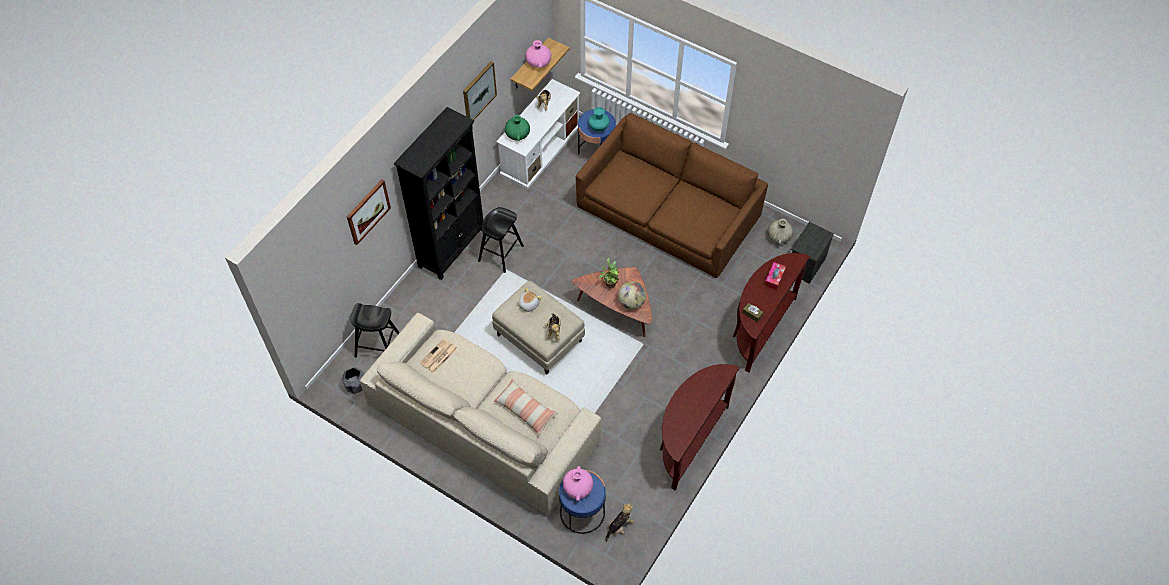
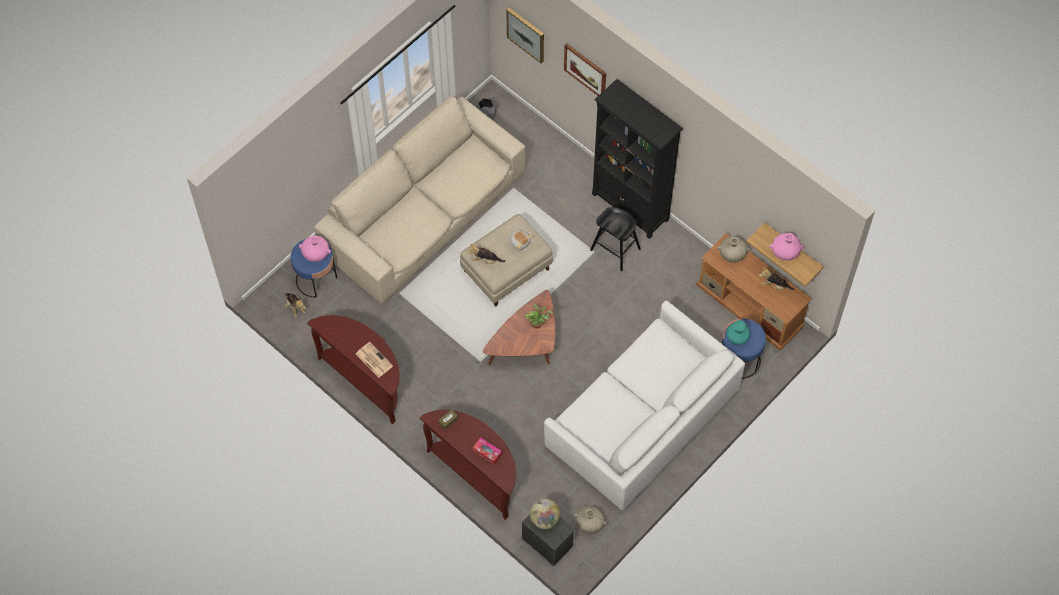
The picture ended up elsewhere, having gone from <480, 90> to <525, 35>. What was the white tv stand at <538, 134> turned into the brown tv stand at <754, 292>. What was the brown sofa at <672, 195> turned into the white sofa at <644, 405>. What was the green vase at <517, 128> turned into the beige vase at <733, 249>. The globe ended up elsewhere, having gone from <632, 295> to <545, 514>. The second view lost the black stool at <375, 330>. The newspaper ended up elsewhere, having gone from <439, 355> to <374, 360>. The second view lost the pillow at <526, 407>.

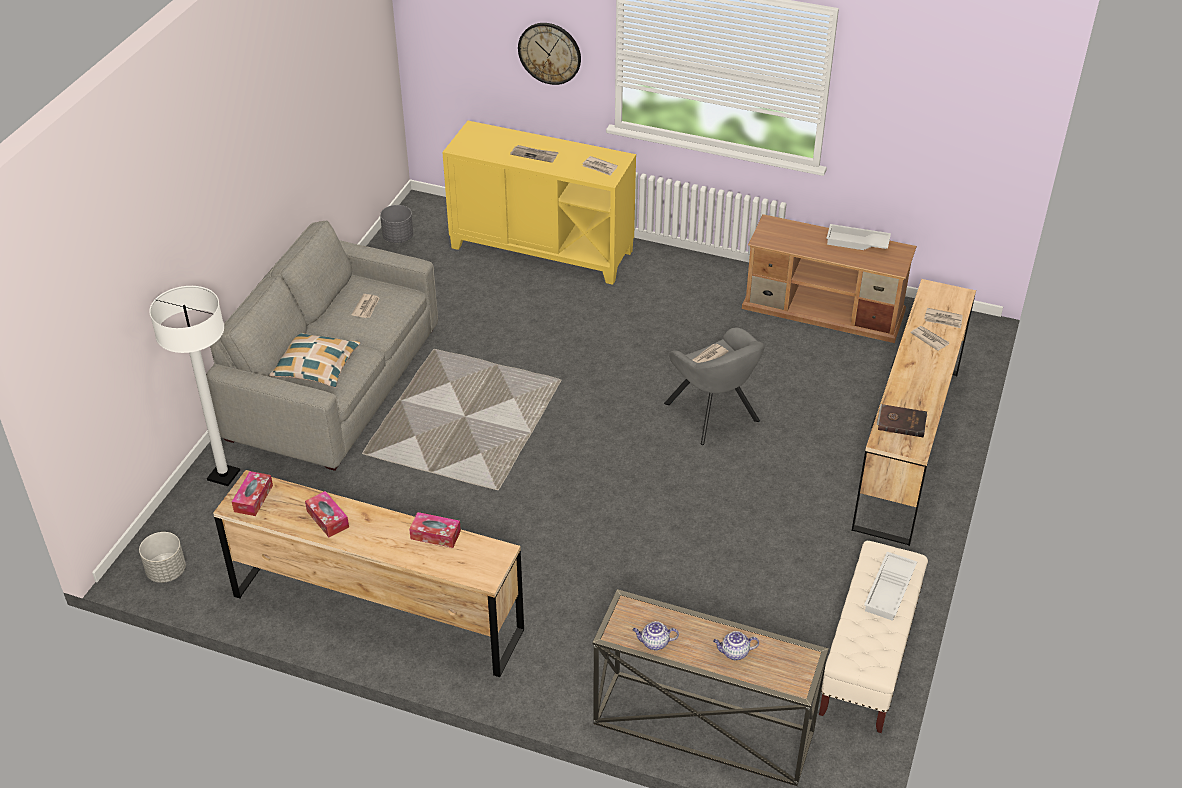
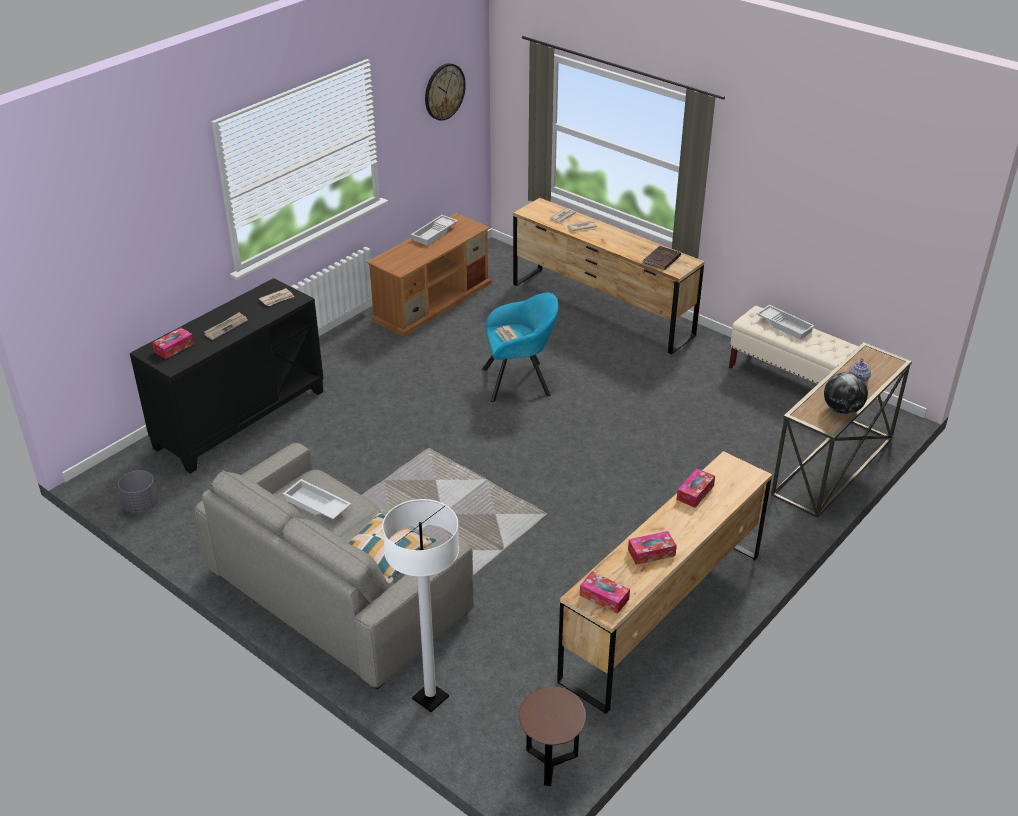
The wall clock ended up elsewhere, having gone from <549, 54> to <445, 92>. What was the yellow cabinet at <539, 203> turned into the black cabinet at <227, 376>. Where the newspaper stood at <365, 306>, the white tray came to stand at <317, 499>. What was the grey armchair at <714, 386> turned into the turquoise armchair at <520, 347>. Where the grey planter stood at <162, 557>, the brown side table came to stand at <552, 736>. Where the teapot stood at <655, 635>, the globe came to stand at <846, 393>. The second view gained the tissue box at <173, 343>.

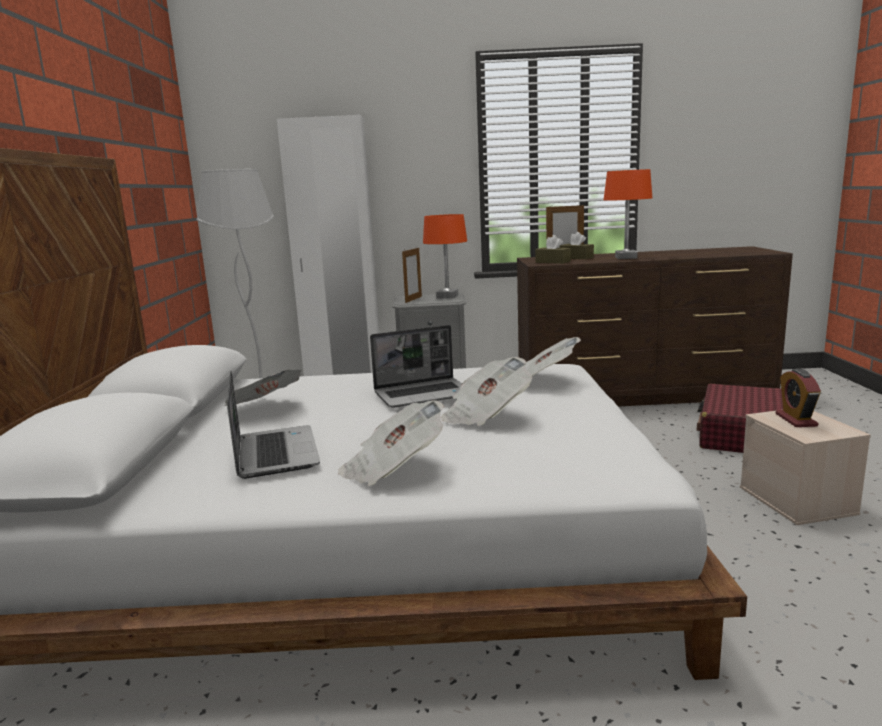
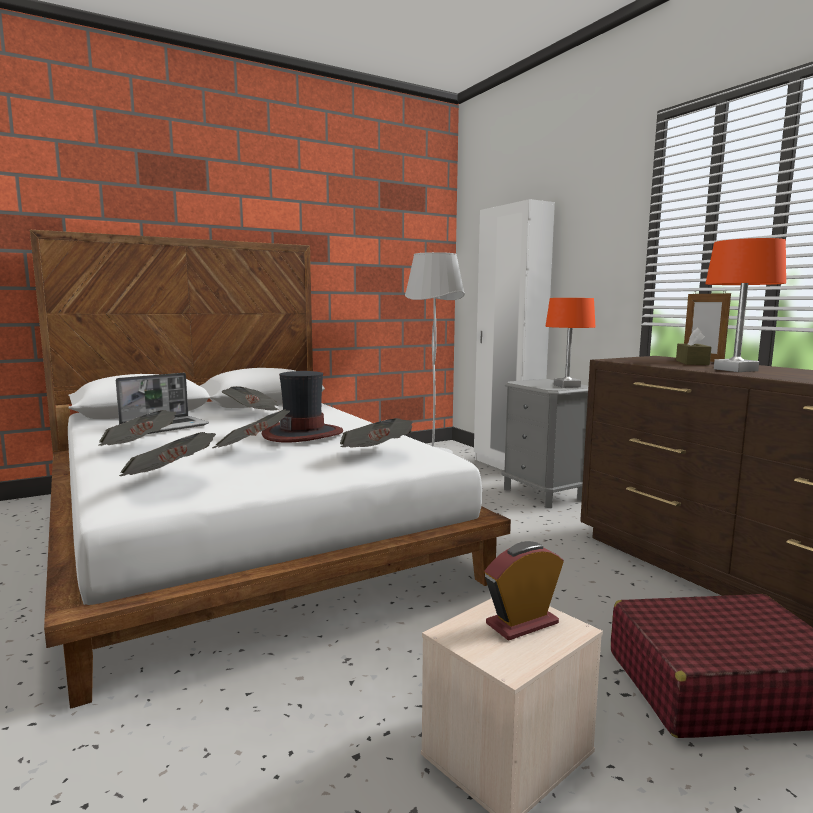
The second view lost the brown tissue box at <553, 249>. The second view lost the picture frame at <412, 275>. Where the laptop stood at <416, 366>, the hat came to stand at <302, 406>. The second view gained the newspaper at <167, 454>.

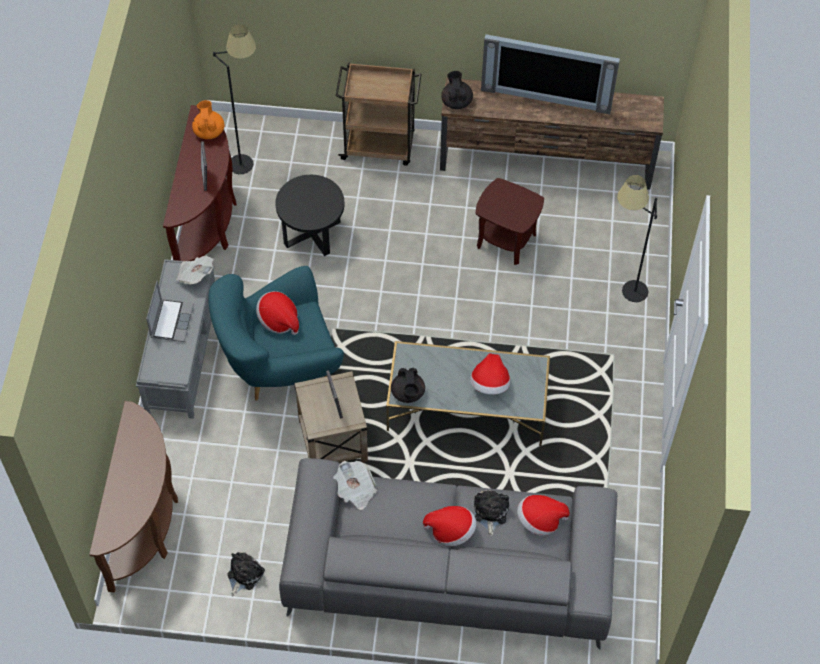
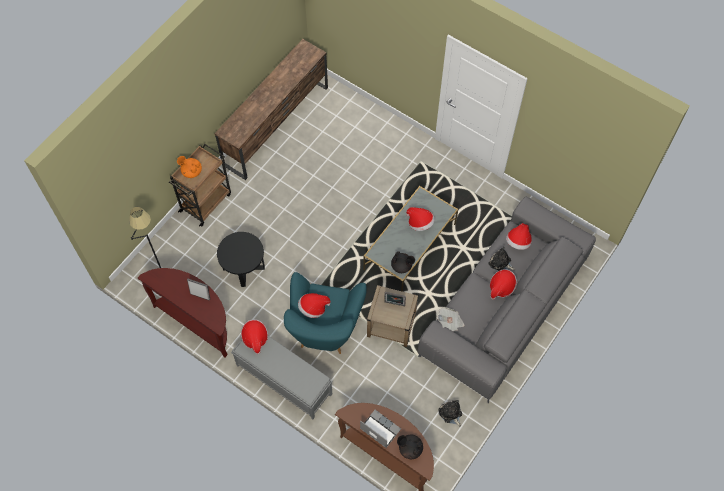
The second view lost the television at <550, 74>. The black teapot ended up elsewhere, having gone from <457, 90> to <410, 447>. The orange teapot ended up elsewhere, having gone from <208, 119> to <189, 167>. The second view lost the black floor lamp at <637, 238>. The second view lost the brown side table at <510, 221>. Where the newspaper stood at <195, 269>, the hat came to stand at <254, 336>. The laptop ended up elsewhere, having gone from <170, 311> to <380, 429>.

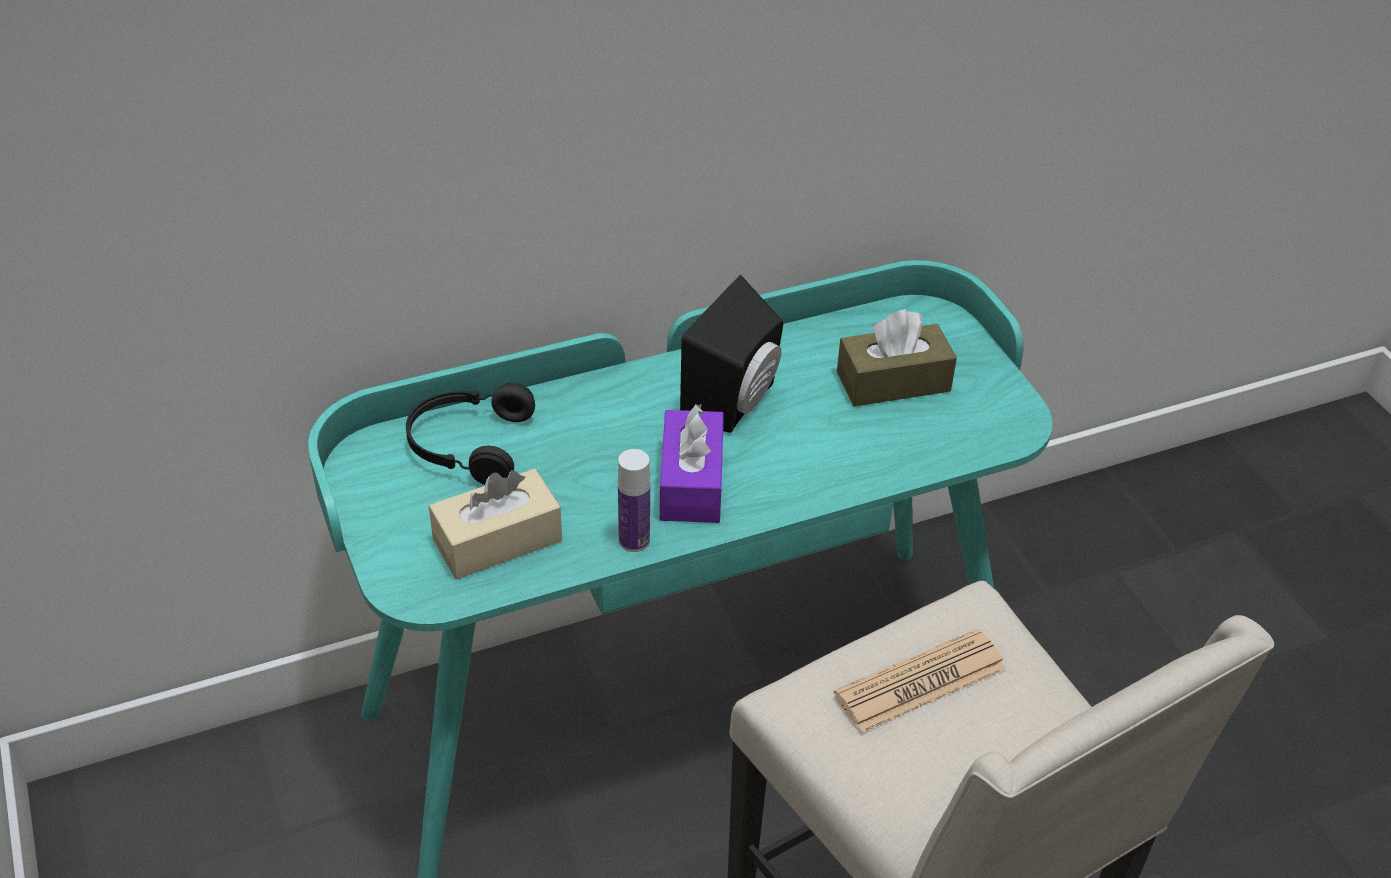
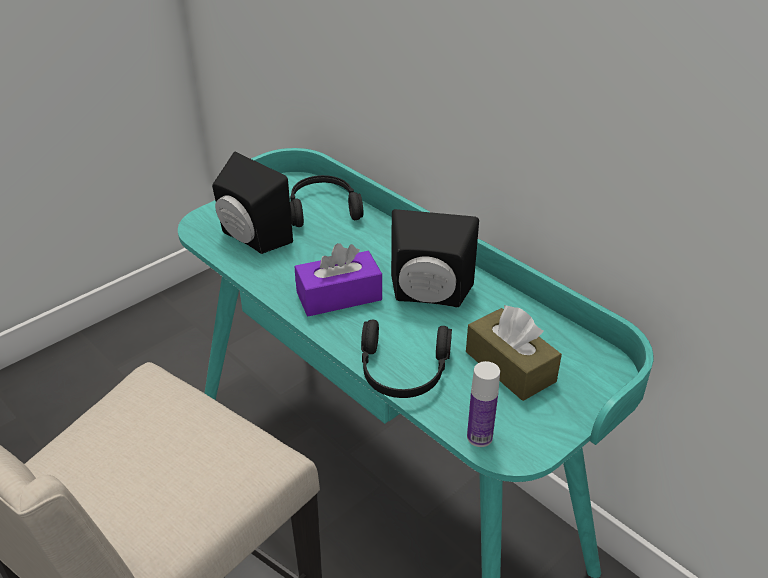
The bottle ended up elsewhere, having gone from <634, 500> to <483, 404>. Where the beige tissue box stood at <495, 524>, the black speaker came to stand at <252, 203>. The second view lost the newspaper at <920, 681>. The second view gained the black headphones at <406, 358>.

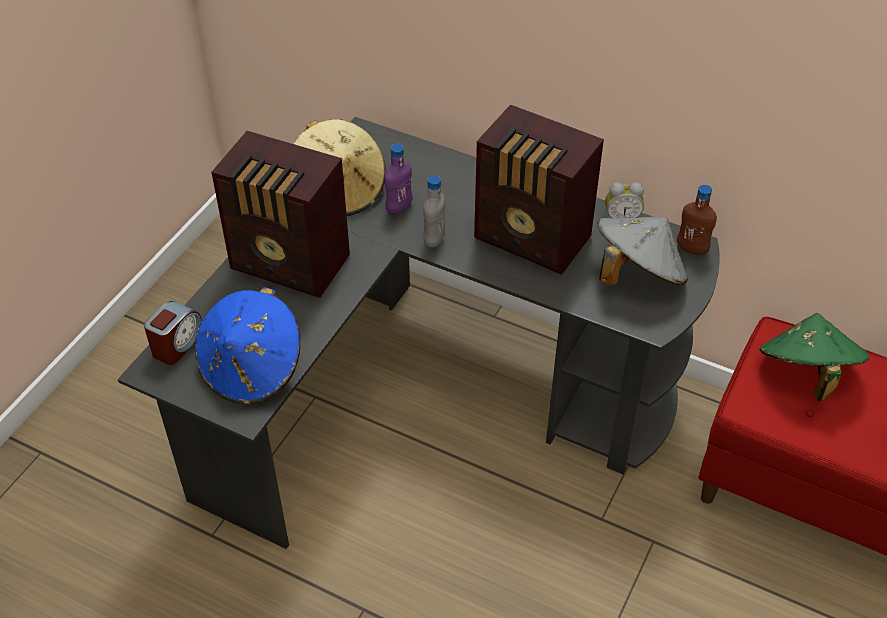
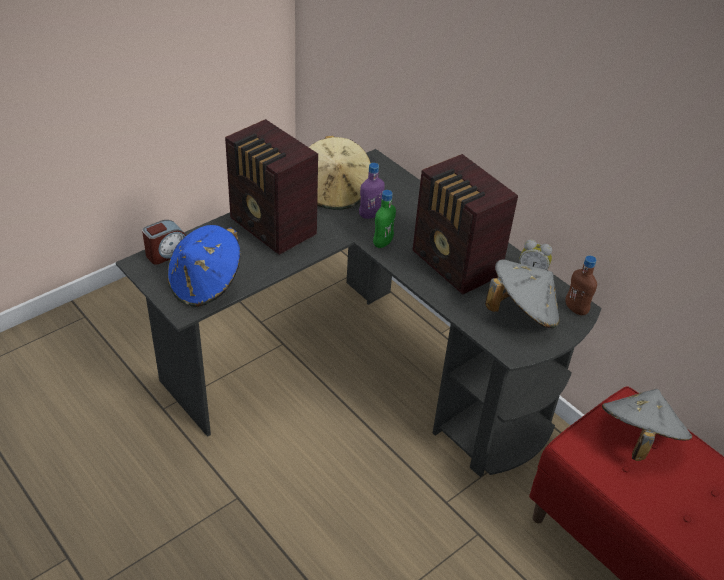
What was the grey bottle at <434, 211> turned into the green bottle at <384, 219>. What was the green hat at <814, 357> turned into the grey hat at <647, 425>.

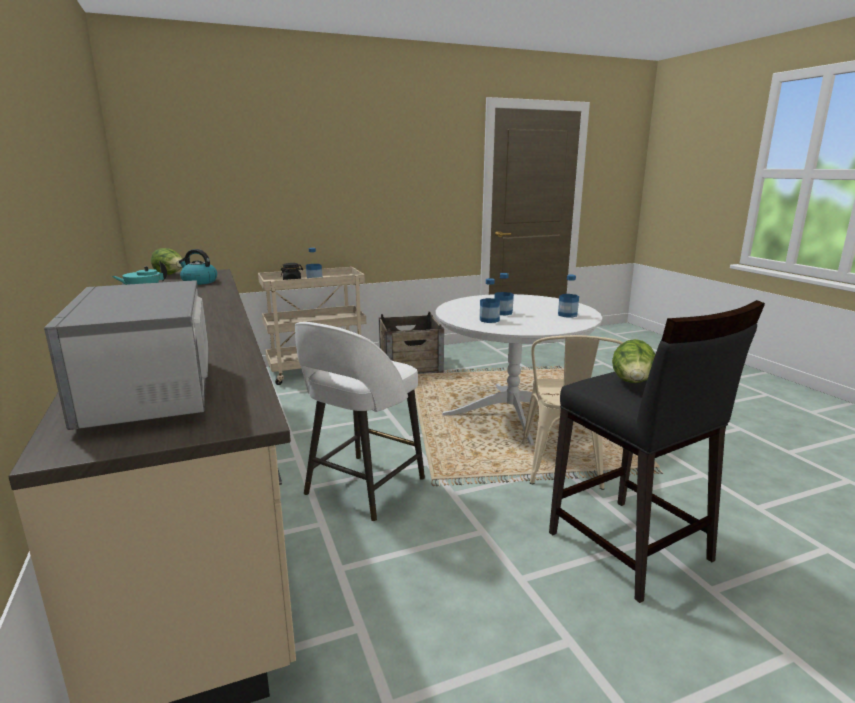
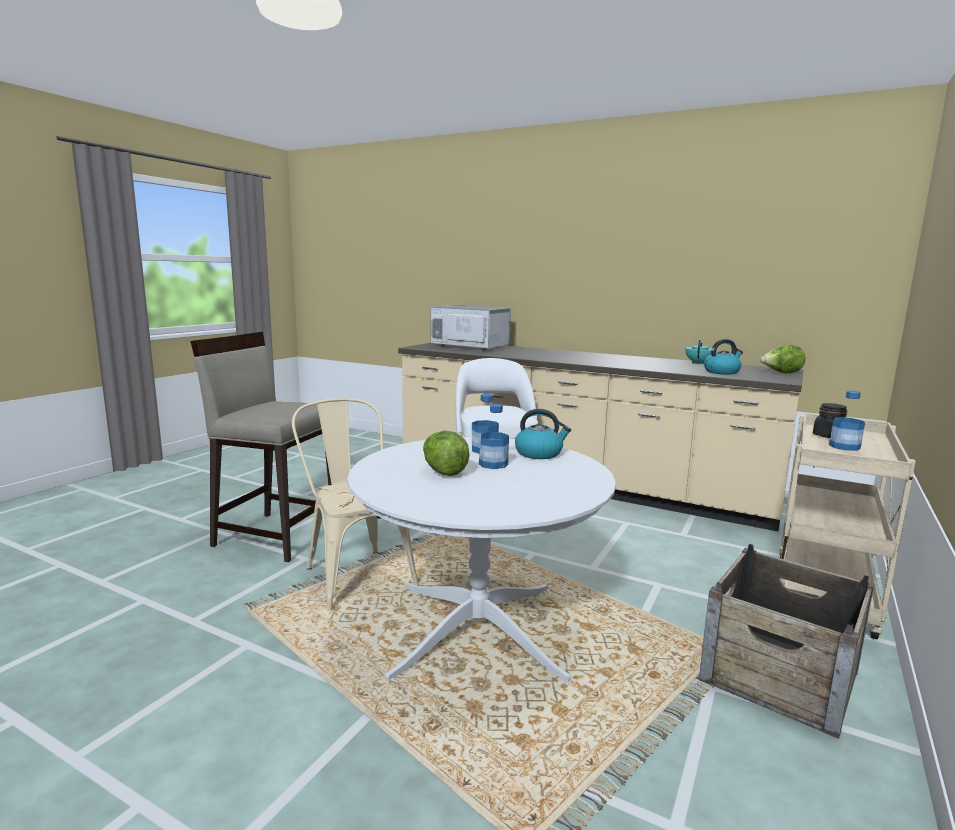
The second view lost the bottle at <568, 296>. What was the black stool at <657, 451> turned into the beige stool at <261, 447>. The lettuce ended up elsewhere, having gone from <633, 361> to <446, 453>. The second view gained the kettle at <543, 434>.

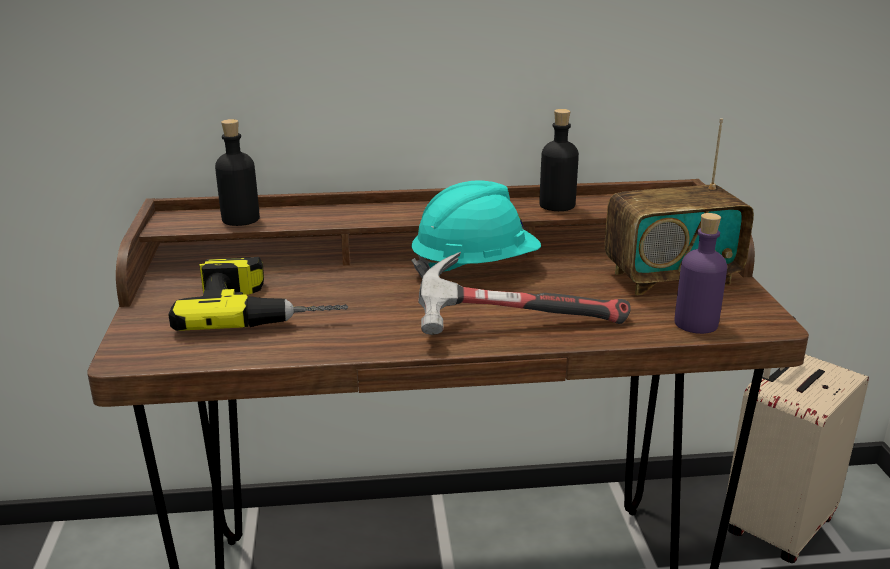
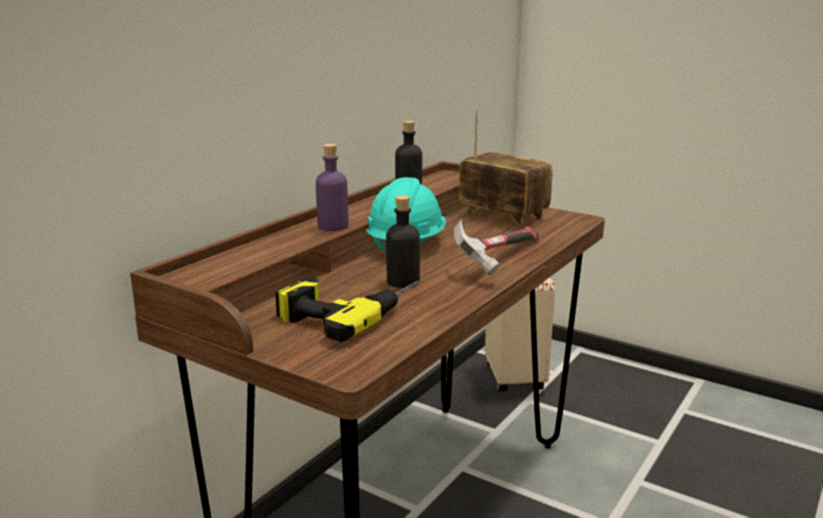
The black bottle ended up elsewhere, having gone from <237, 172> to <403, 241>. The radio at <679, 207> ended up facing another way, 75 degrees counterclockwise from before. The purple bottle ended up elsewhere, having gone from <700, 273> to <332, 187>.

